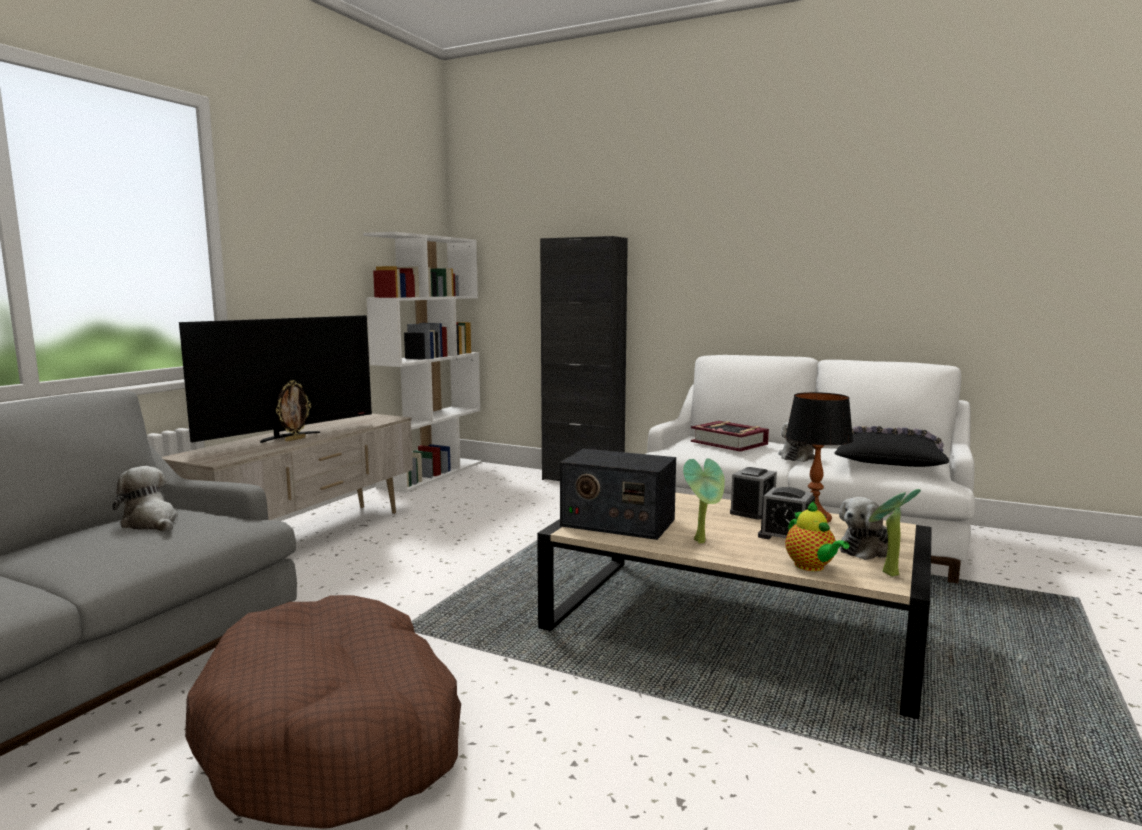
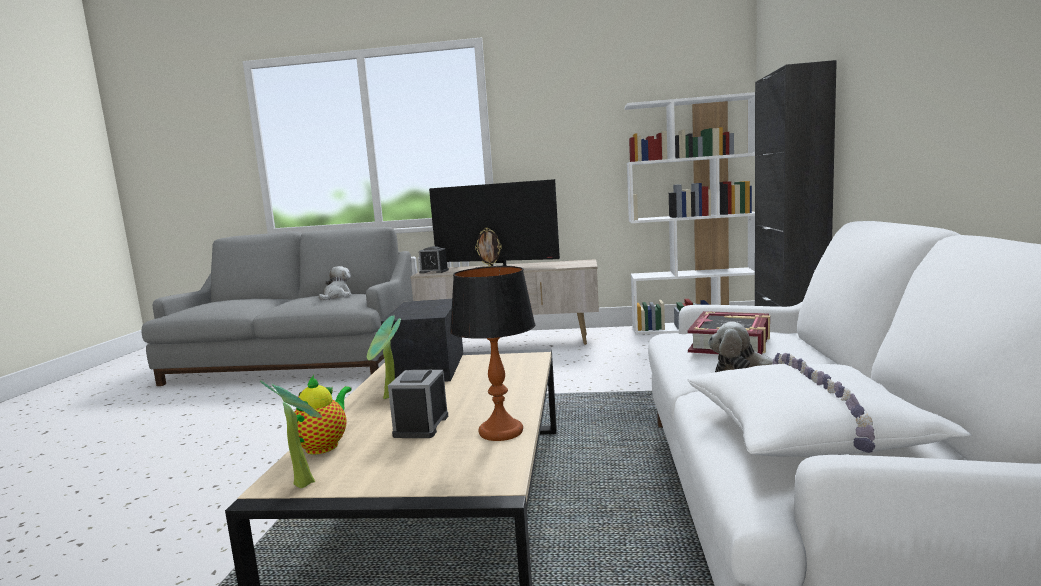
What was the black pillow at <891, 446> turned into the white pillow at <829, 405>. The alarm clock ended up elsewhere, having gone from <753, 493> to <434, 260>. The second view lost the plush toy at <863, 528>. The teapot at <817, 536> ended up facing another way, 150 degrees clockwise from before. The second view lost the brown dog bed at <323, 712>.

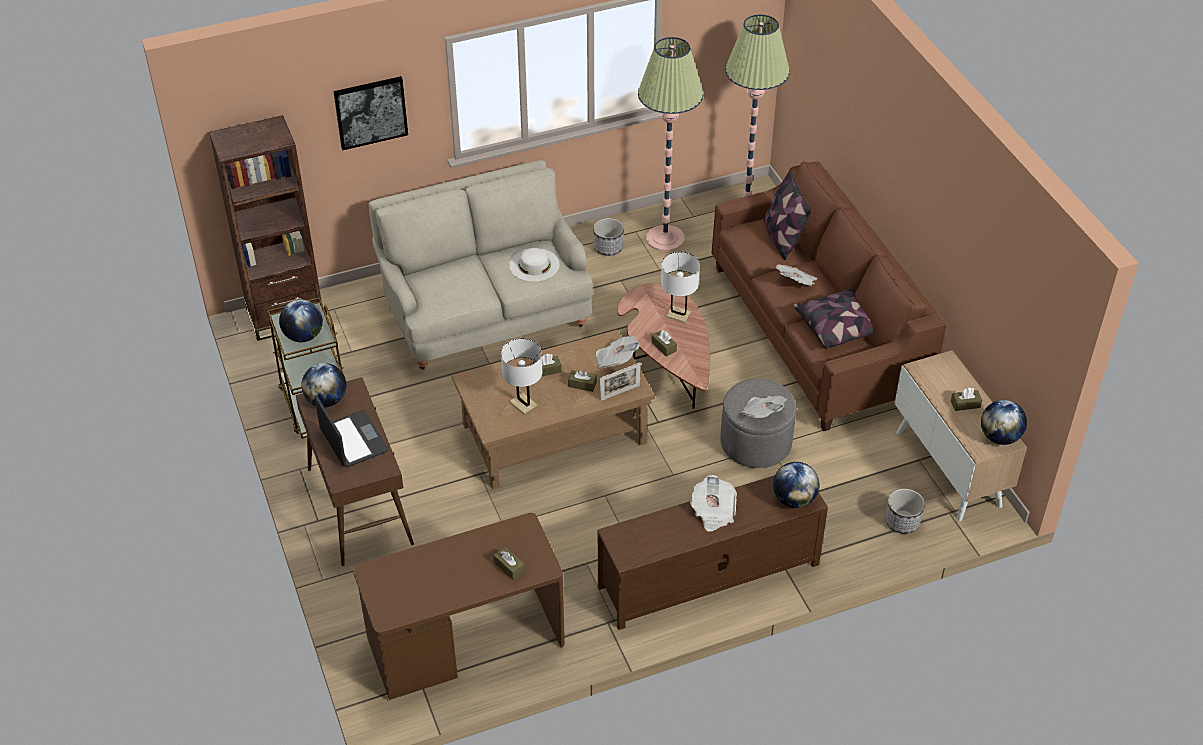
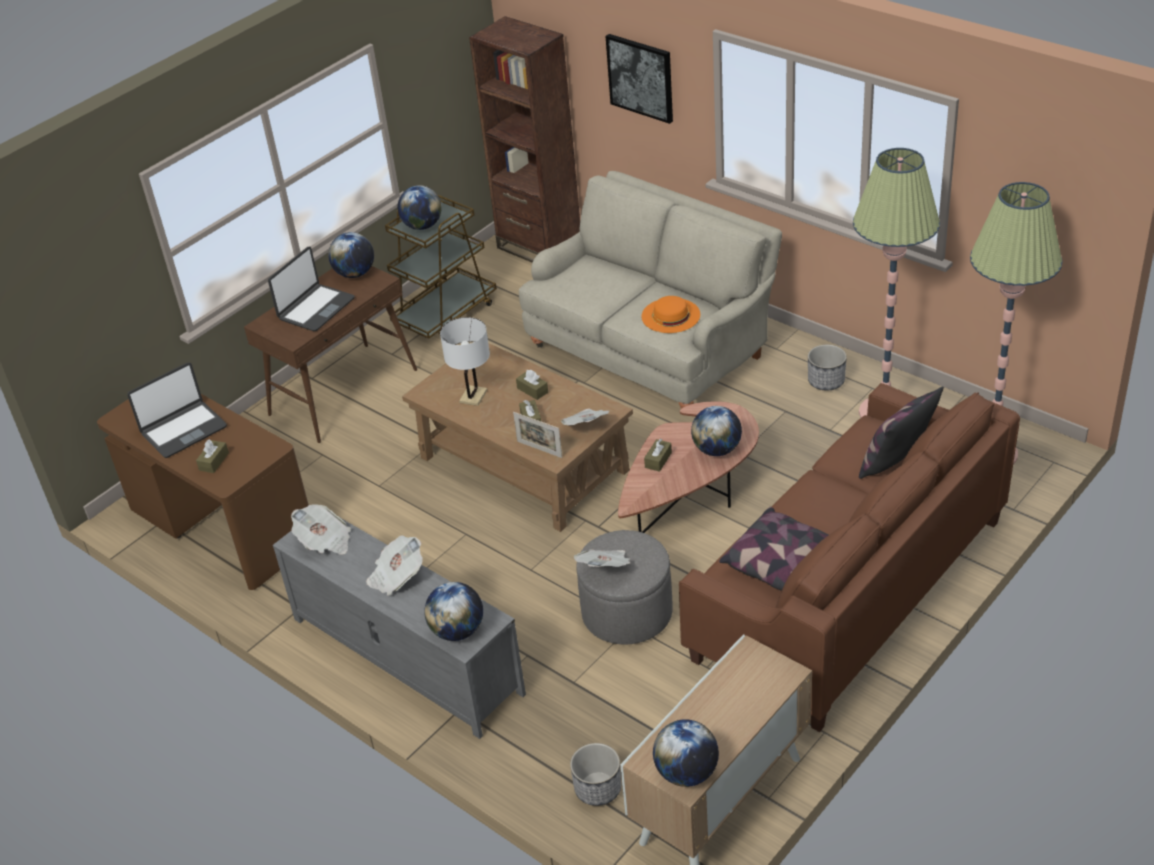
What was the white hat at <534, 265> turned into the orange hat at <670, 314>. Where the white table lamp stood at <680, 287>, the globe came to stand at <716, 431>. The newspaper ended up elsewhere, having gone from <796, 275> to <321, 529>. The second view lost the brown tissue box at <966, 399>. What was the brown tv stand at <712, 552> turned into the grey tv stand at <399, 628>. The second view gained the laptop at <177, 410>.

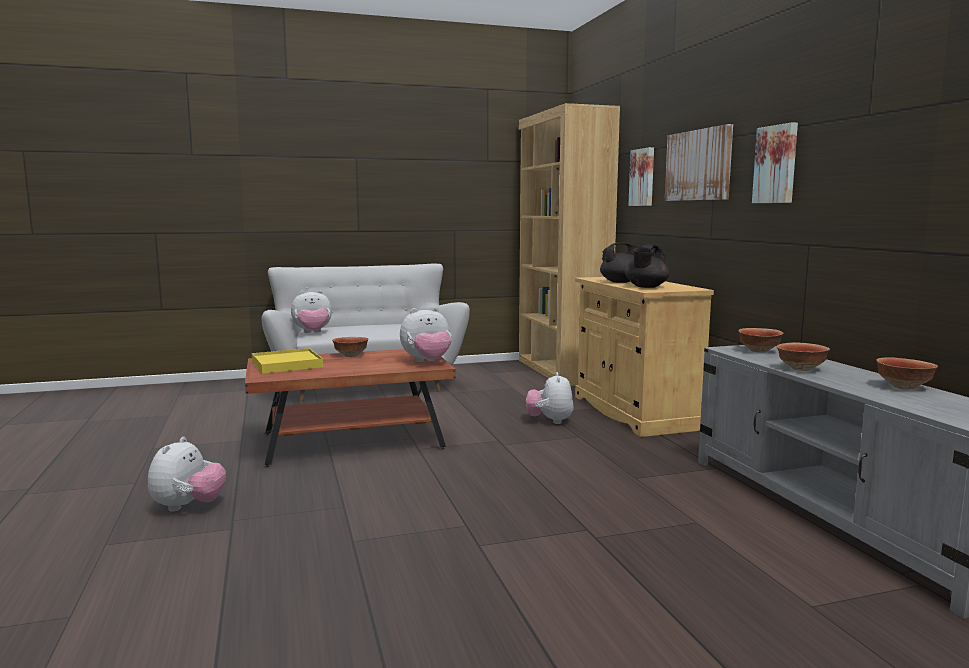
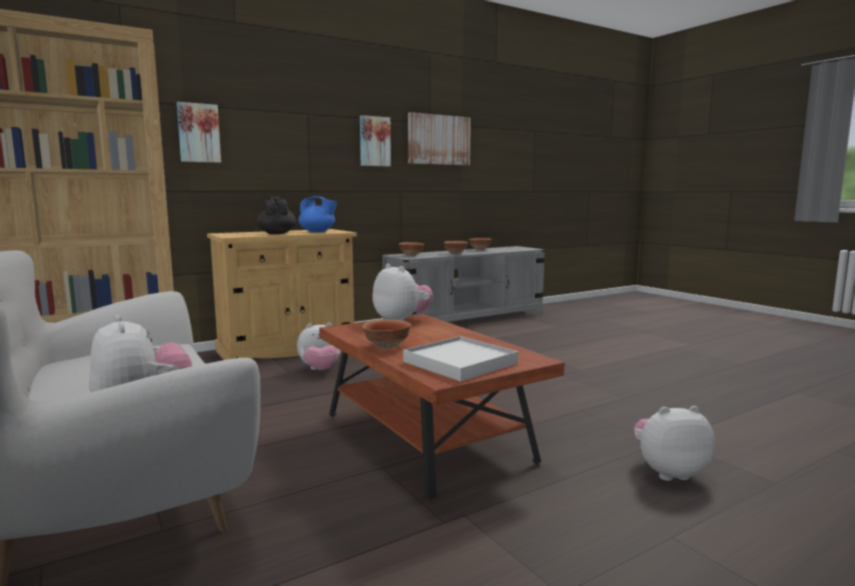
The picture ended up elsewhere, having gone from <699, 162> to <439, 138>. What was the black teapot at <647, 266> turned into the blue teapot at <318, 214>. What was the yellow tray at <287, 361> turned into the white tray at <460, 359>.

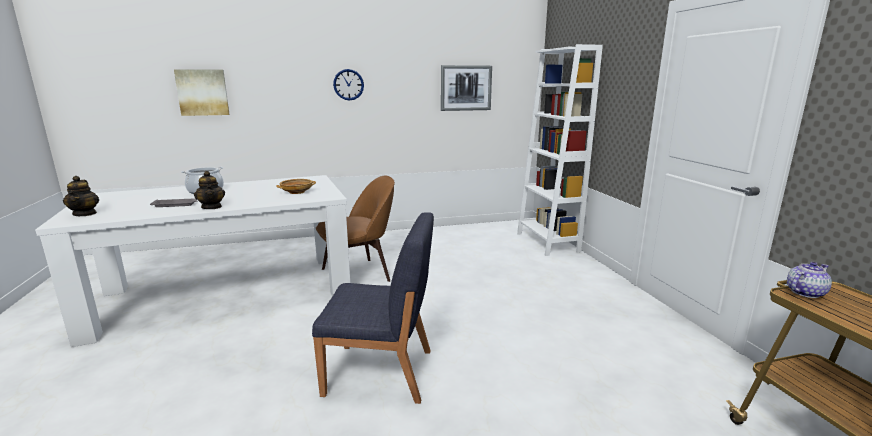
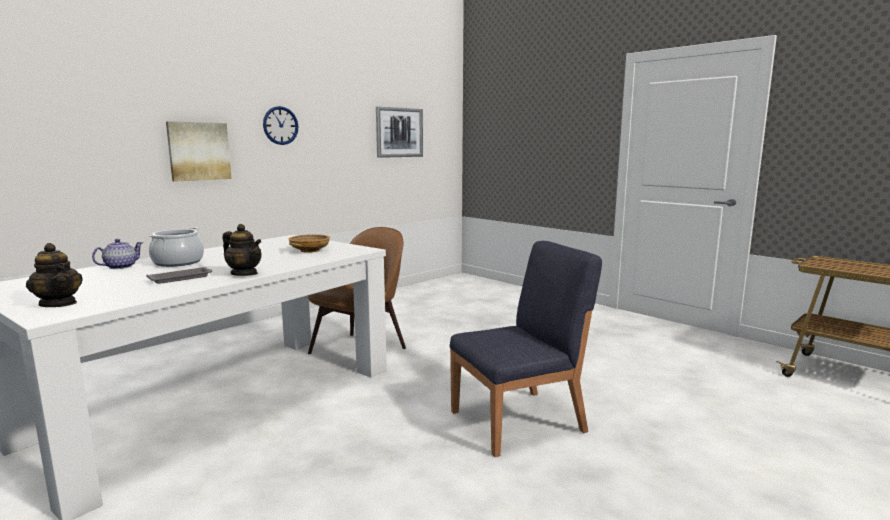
The second view lost the white bookcase at <560, 150>. The picture ended up elsewhere, having gone from <202, 92> to <198, 151>. The teapot ended up elsewhere, having gone from <809, 280> to <117, 254>.

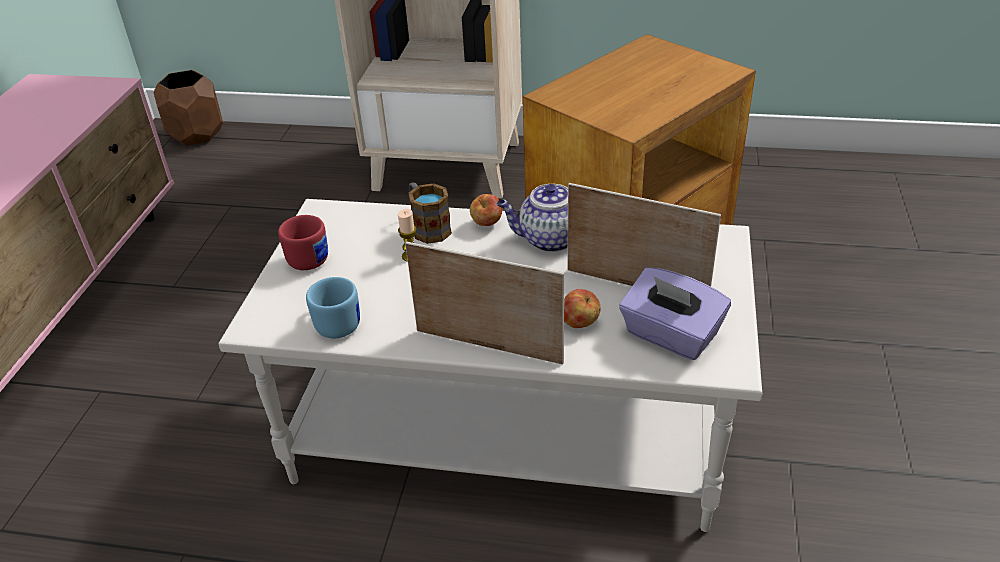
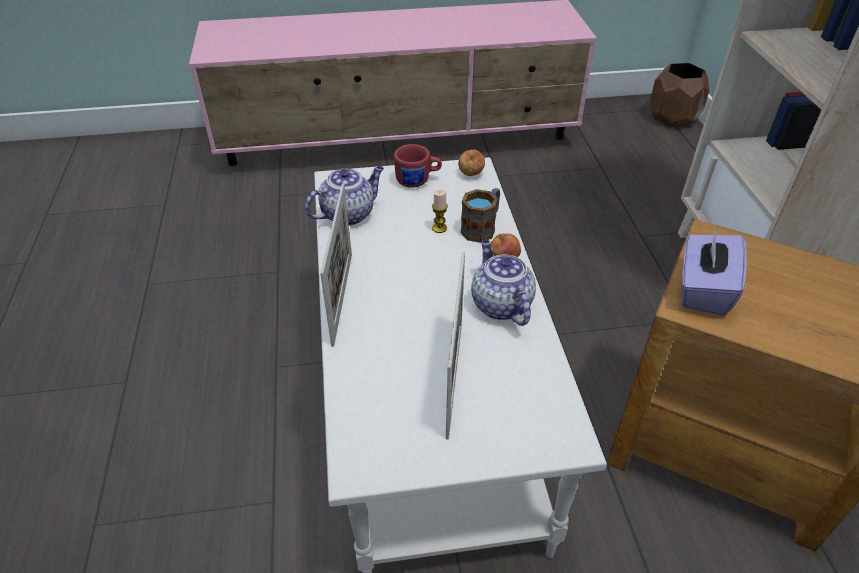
The purple tissue box ended up elsewhere, having gone from <675, 313> to <714, 272>. Where the blue mug stood at <333, 308>, the teapot came to stand at <344, 196>. The apple ended up elsewhere, having gone from <582, 308> to <471, 163>.

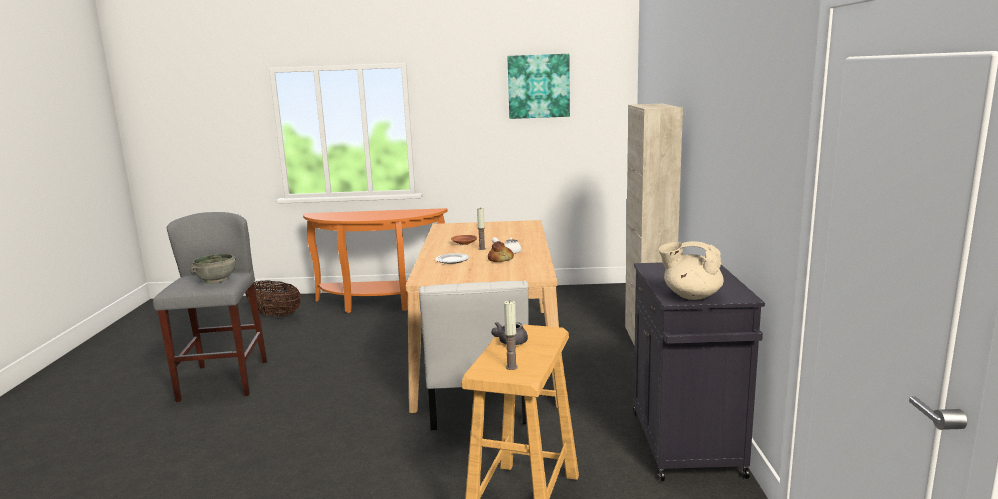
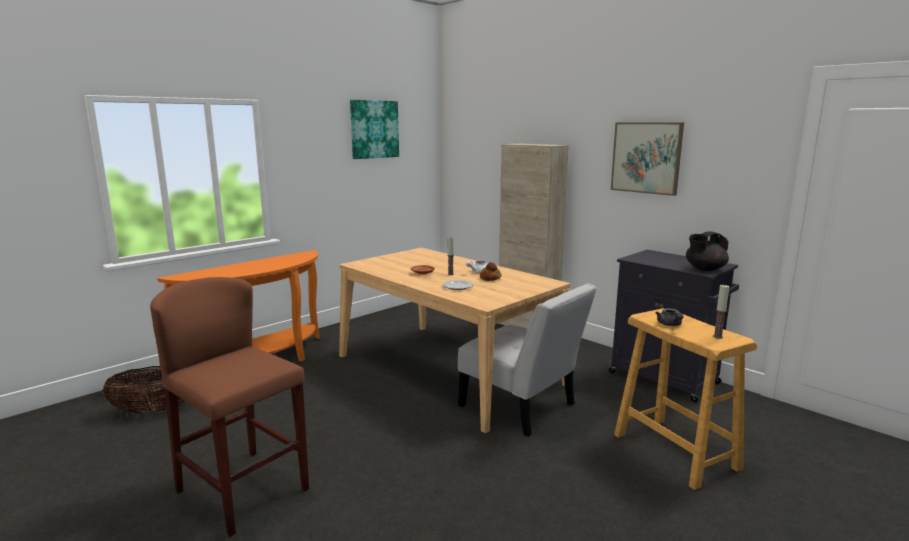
What was the grey stool at <210, 307> turned into the brown stool at <229, 407>. What was the beige teapot at <691, 270> turned into the black teapot at <707, 251>. The second view lost the grey bowl at <213, 269>. The second view gained the picture at <647, 159>.

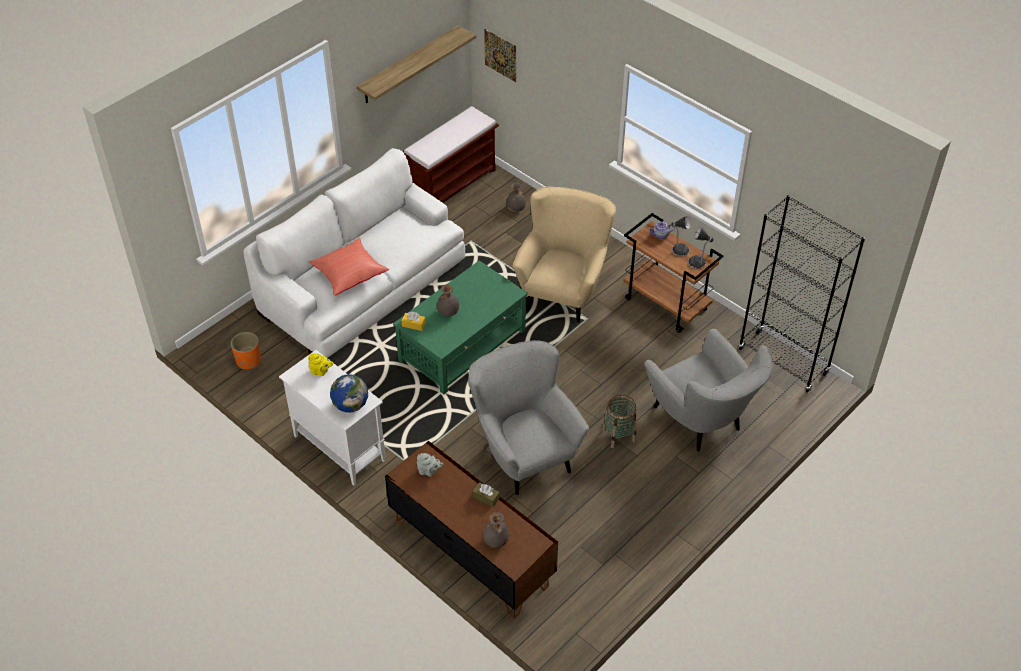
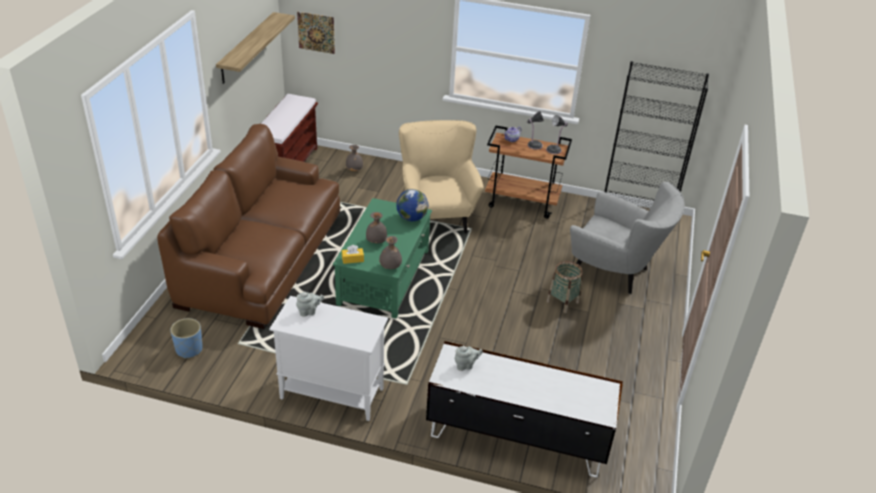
What was the white sofa at <354, 253> turned into the brown sofa at <248, 226>. The second view lost the red pillow at <349, 267>. What was the orange planter at <246, 350> turned into the blue planter at <186, 338>. The second view lost the grey armchair at <528, 417>. What was the yellow teapot at <320, 364> turned into the grey teapot at <310, 304>. The globe ended up elsewhere, having gone from <349, 393> to <413, 205>. What was the brown tv stand at <471, 530> turned into the white tv stand at <524, 409>. The second view lost the brown tissue box at <486, 494>. The grey vase ended up elsewhere, having gone from <496, 530> to <390, 252>.

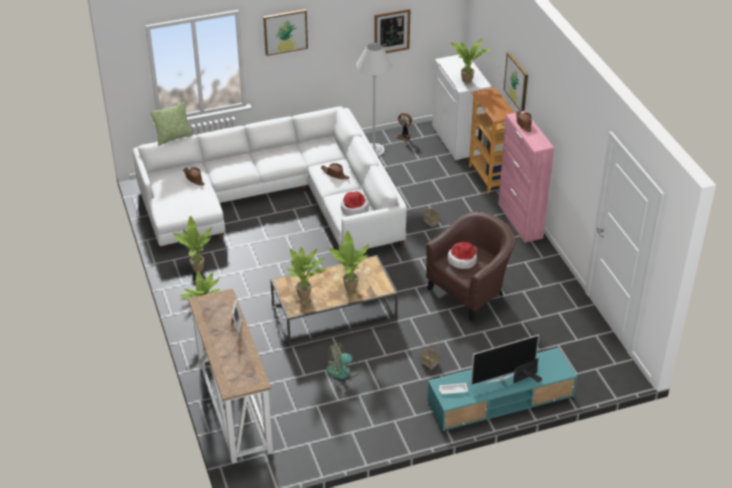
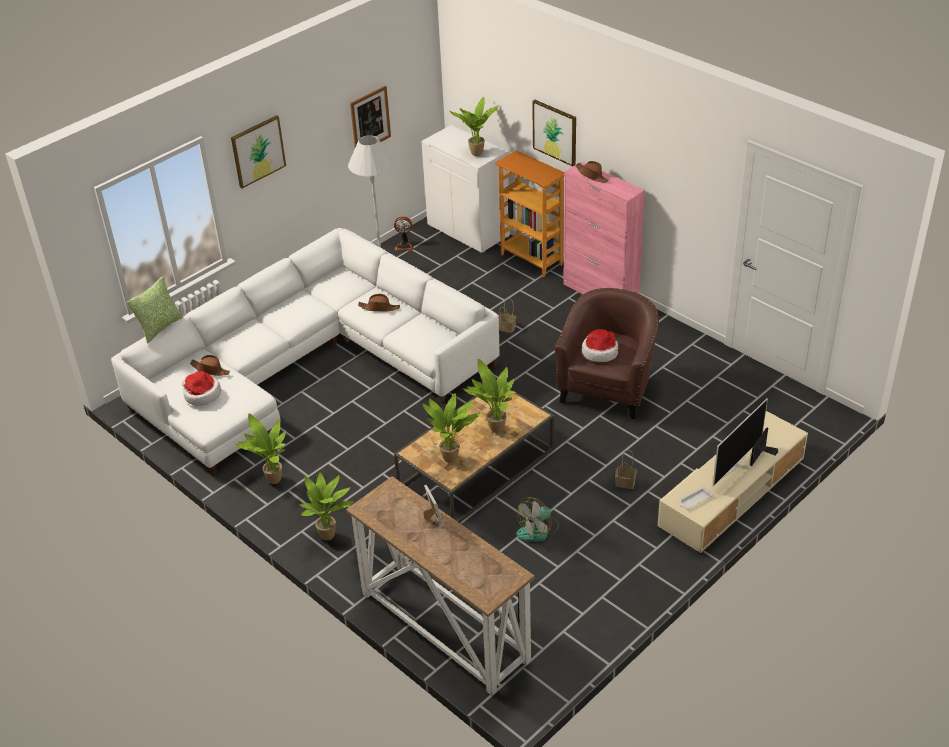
The hat ended up elsewhere, having gone from <355, 203> to <201, 388>. What was the turquoise tv stand at <502, 390> turned into the beige tv stand at <733, 482>.

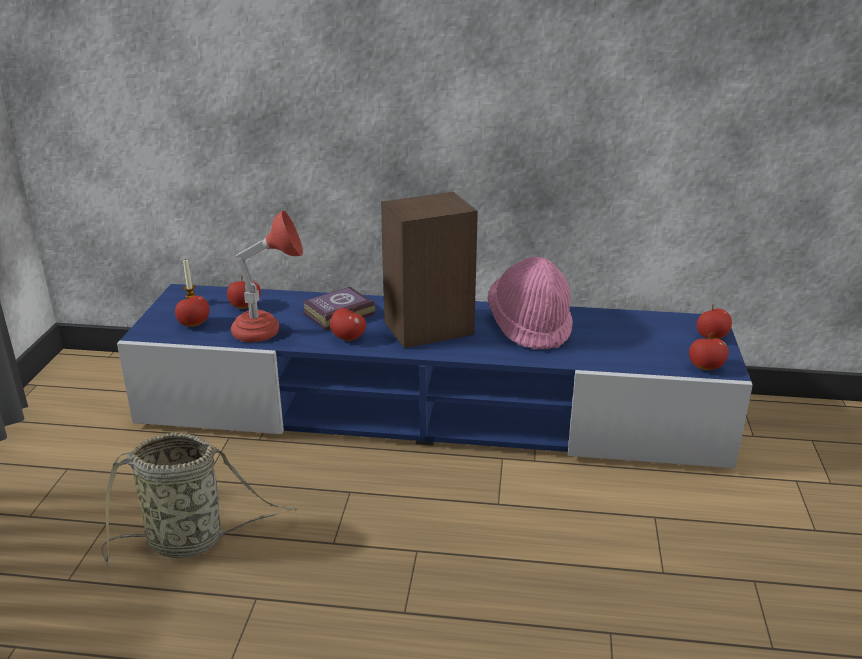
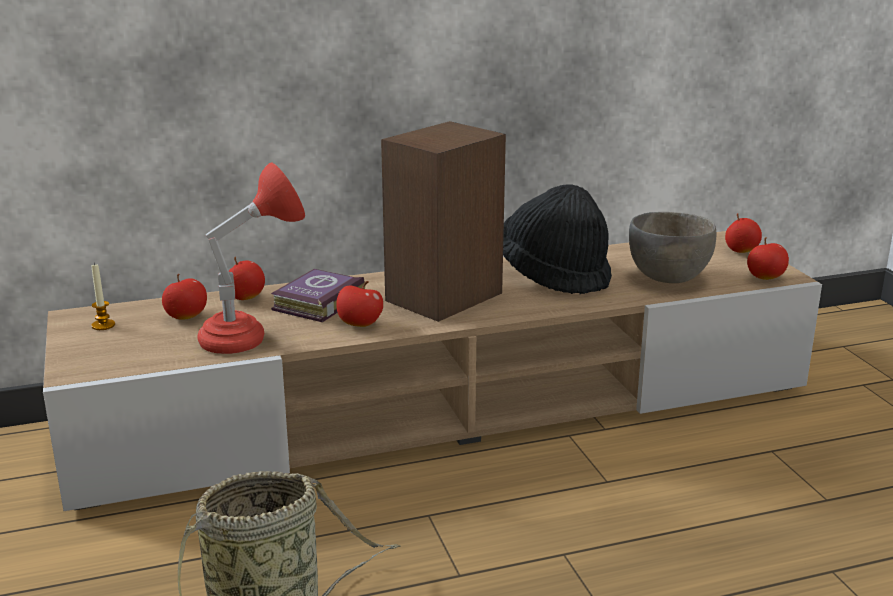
What was the pink hat at <530, 303> turned into the black hat at <557, 239>. What was the blue tv stand at <435, 376> turned into the beige tv stand at <432, 371>. The apple ended up elsewhere, having gone from <192, 309> to <247, 278>. The second view gained the grey bowl at <673, 247>.

